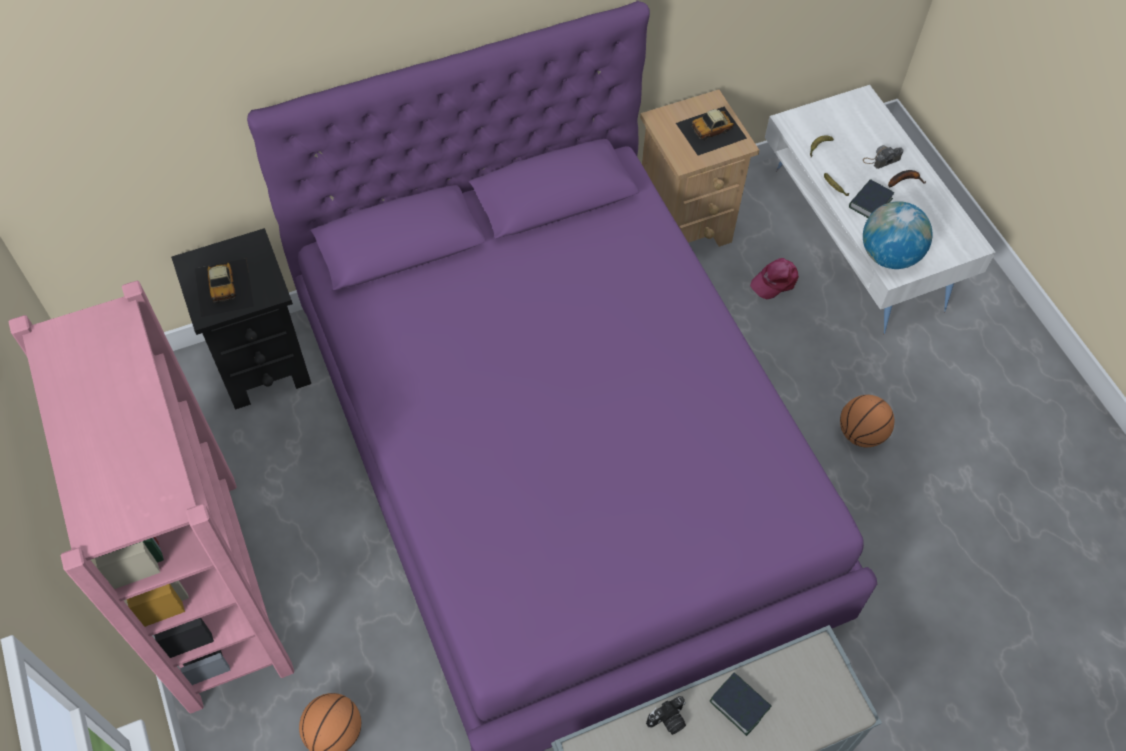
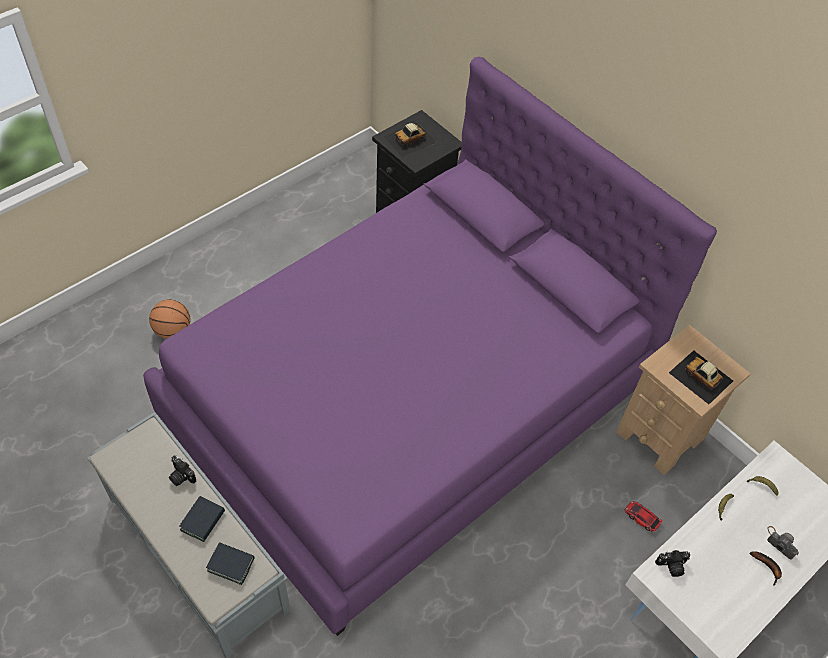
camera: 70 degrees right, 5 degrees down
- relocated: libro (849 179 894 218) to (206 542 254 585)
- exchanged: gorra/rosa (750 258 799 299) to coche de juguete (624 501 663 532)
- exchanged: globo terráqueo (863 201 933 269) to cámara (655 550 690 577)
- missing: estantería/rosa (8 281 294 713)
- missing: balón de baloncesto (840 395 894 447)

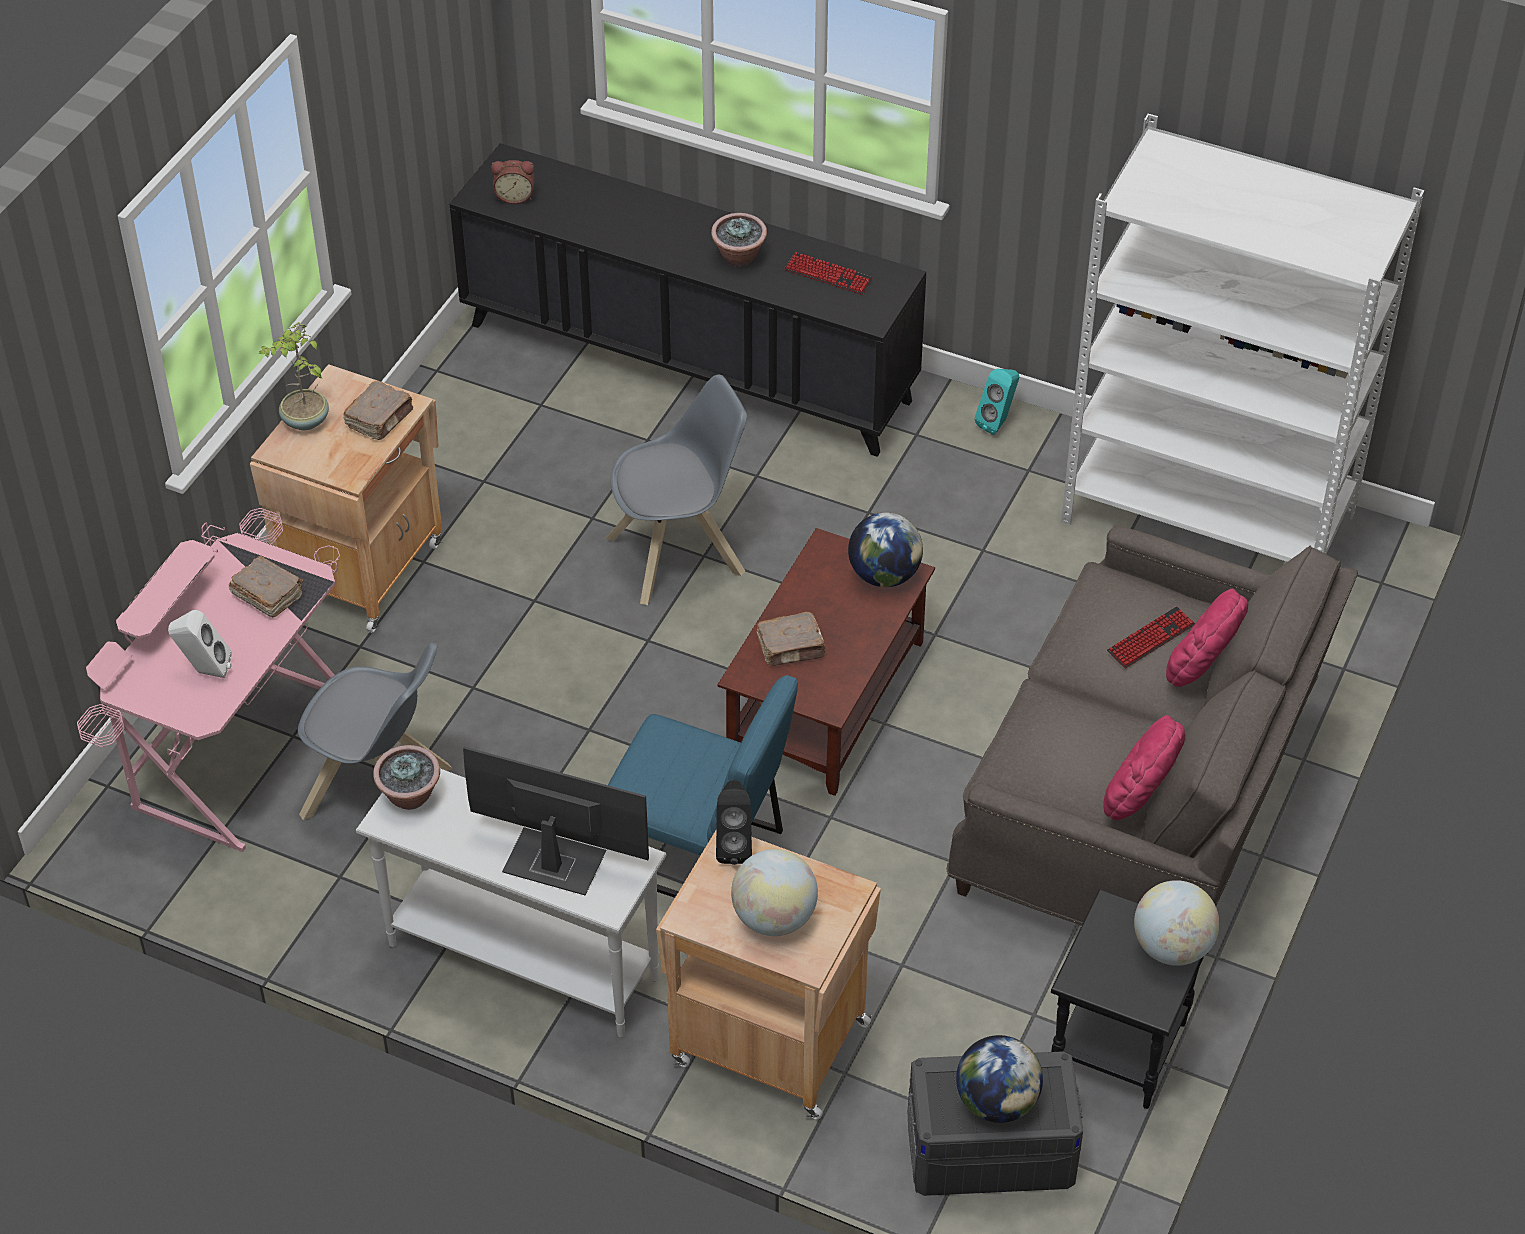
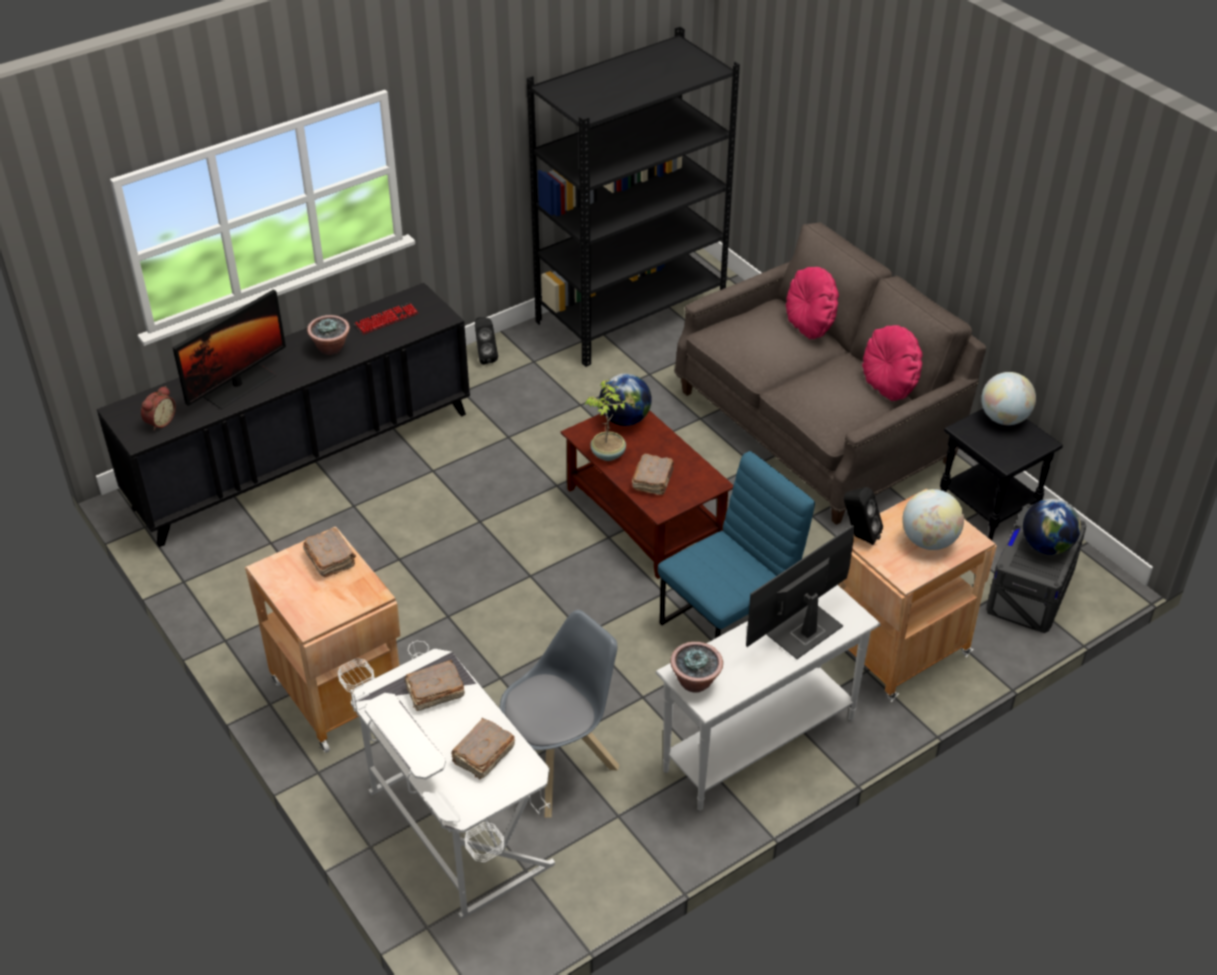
camera: 60 degrees left, 5 degrees down
- appeared: monitor (173 290 286 409)
- colour: escritorio/rosa (77 508 340 852) to escritorio/blanco (338 641 555 920)
- exchanged: altavoz/blanco (168 610 232 678) to libro/marrón (452 718 515 779)
- colour: altavoz/turquesa (974 369 1019 435) to altavoz/negro (475 317 498 364)
- colour: estantería/blanco (1061 114 1424 562) to estantería/negro (527 26 740 367)
- relocated: planta en maceta (258 322 329 430) to (584 379 638 461)
- missing: silla/gris (605 375 747 605)
- missing: teclado (1107 606 1195 669)

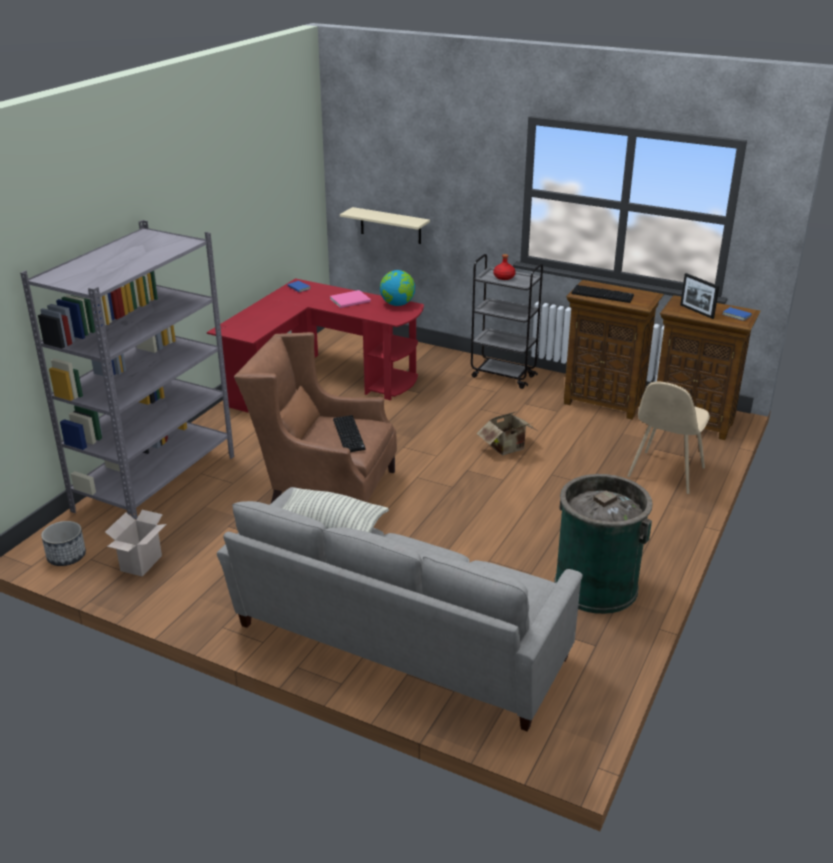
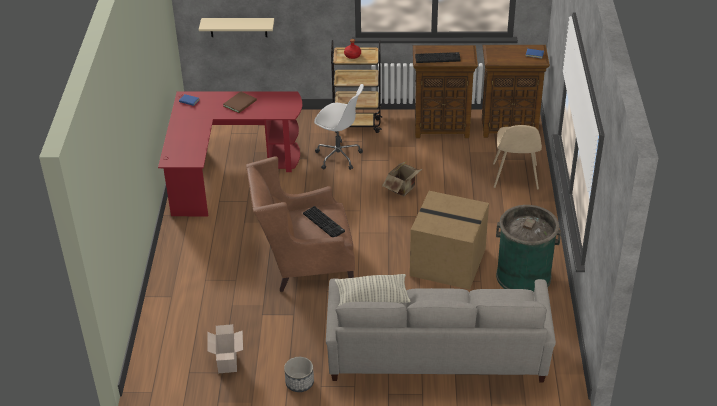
camera: 25 degrees left, 10 degrees up
- colour: libro/rosa (330 290 371 308) to libro/marrón (224 91 257 113)
- relocated: maceta (41 521 86 566) to (284 357 314 392)
- appeared: silla de oficina/blanco (314 84 364 170)
- colour: carrito/gris (471 254 543 389) to carrito/marrón (331 40 382 133)
- appeared: caja de cartón (410 191 489 290)
- missing: estantería/gris (20 220 234 519)
- missing: globo terráqueo (380 270 415 306)
- missing: portarretratos (680 273 719 319)

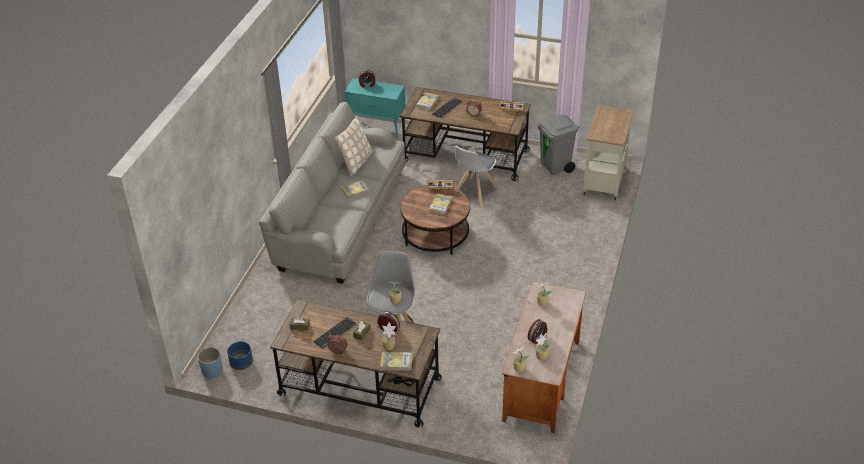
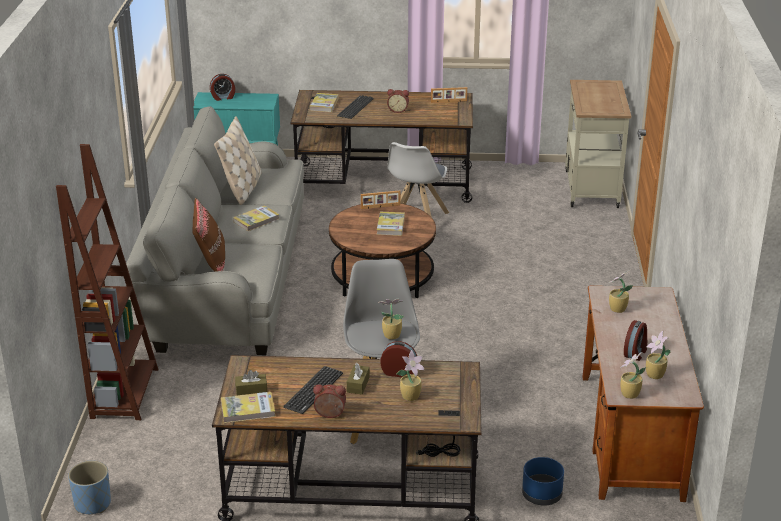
camera: 15 degrees left, 10 degrees down
- appeared: estantería/marrón (56 144 159 420)
- appeared: cojín/marrón (192 198 225 272)
- relocated: libro (380 352 412 370) to (221 392 276 423)
- relocated: maceta/azul (227 341 253 370) to (522 457 564 505)
- missing: papelera/gris (538 115 579 175)

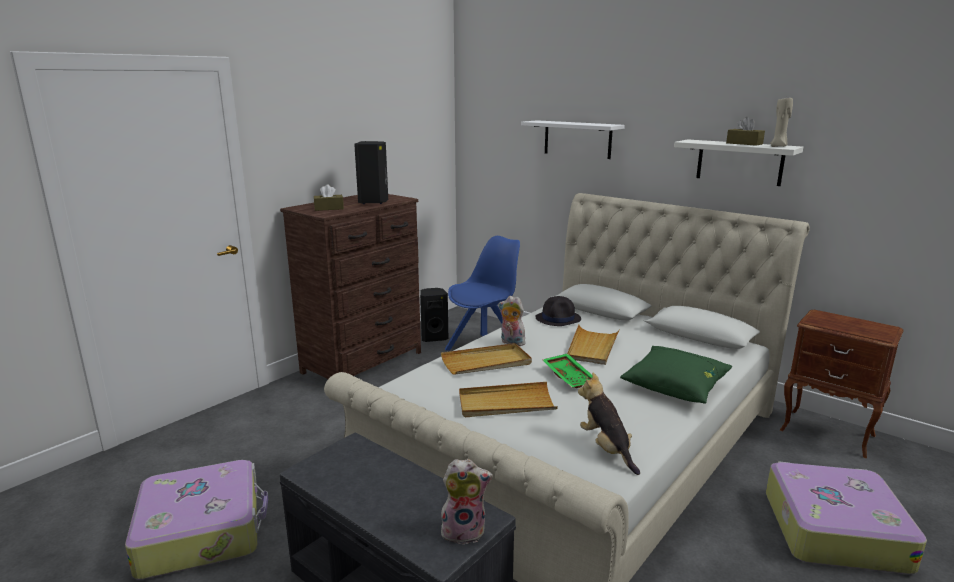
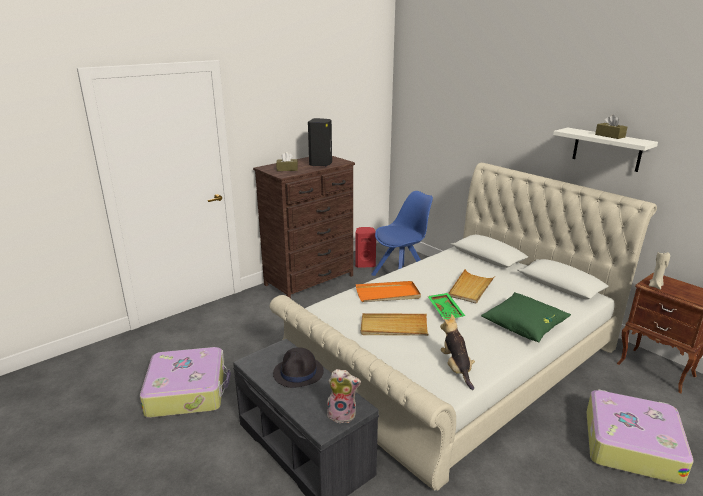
camera: 10 degrees right, 5 degrees up
- relocated: sombrero/negro (535 296 581 326) to (273 347 324 388)
- colour: altavoz/negro (420 288 448 342) to altavoz/rojo (355 227 376 268)
- colour: bandeja/beis (441 343 532 375) to bandeja/naranja (356 281 421 302)
- relocated: vela/beis (770 98 793 147) to (649 252 670 290)
- missing: peluche (498 296 525 346)
- missing: estante/blanco (521 120 625 159)

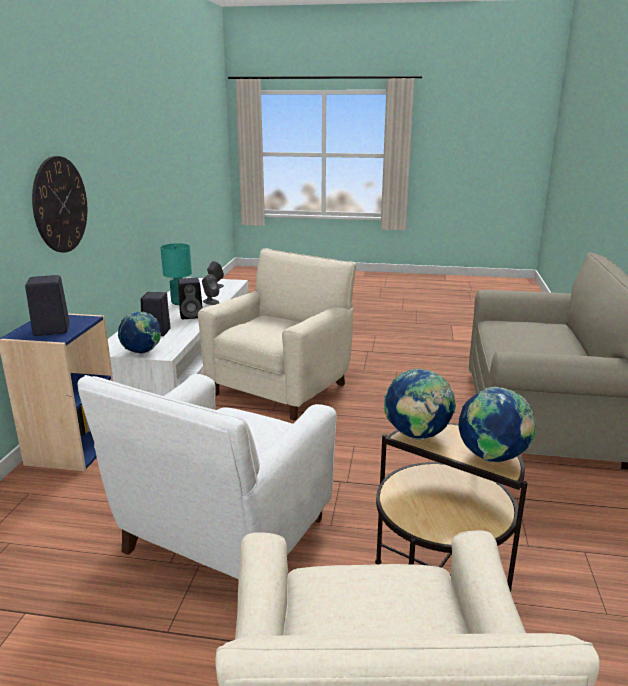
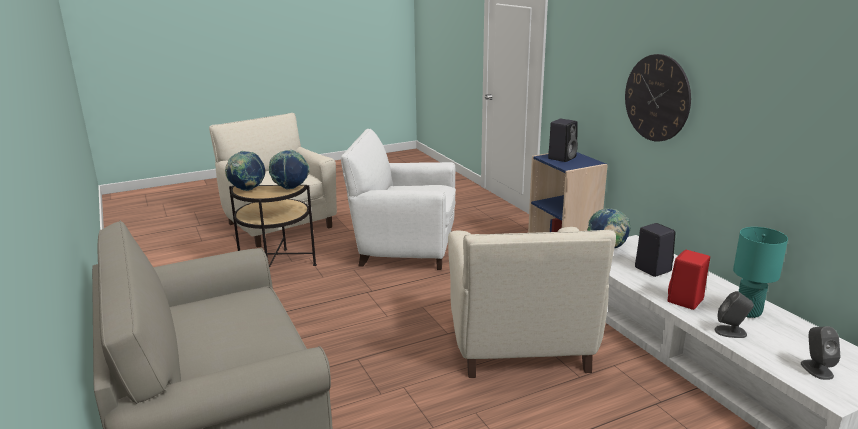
camera: 145 degrees right, 0 degrees up
- spun: sillón/blanco (78 374 337 580) = (341 129 456 270) 75 degrees counterclockwise
- colour: altavoz/negro (178 278 203 319) to altavoz/rojo (668 250 710 310)

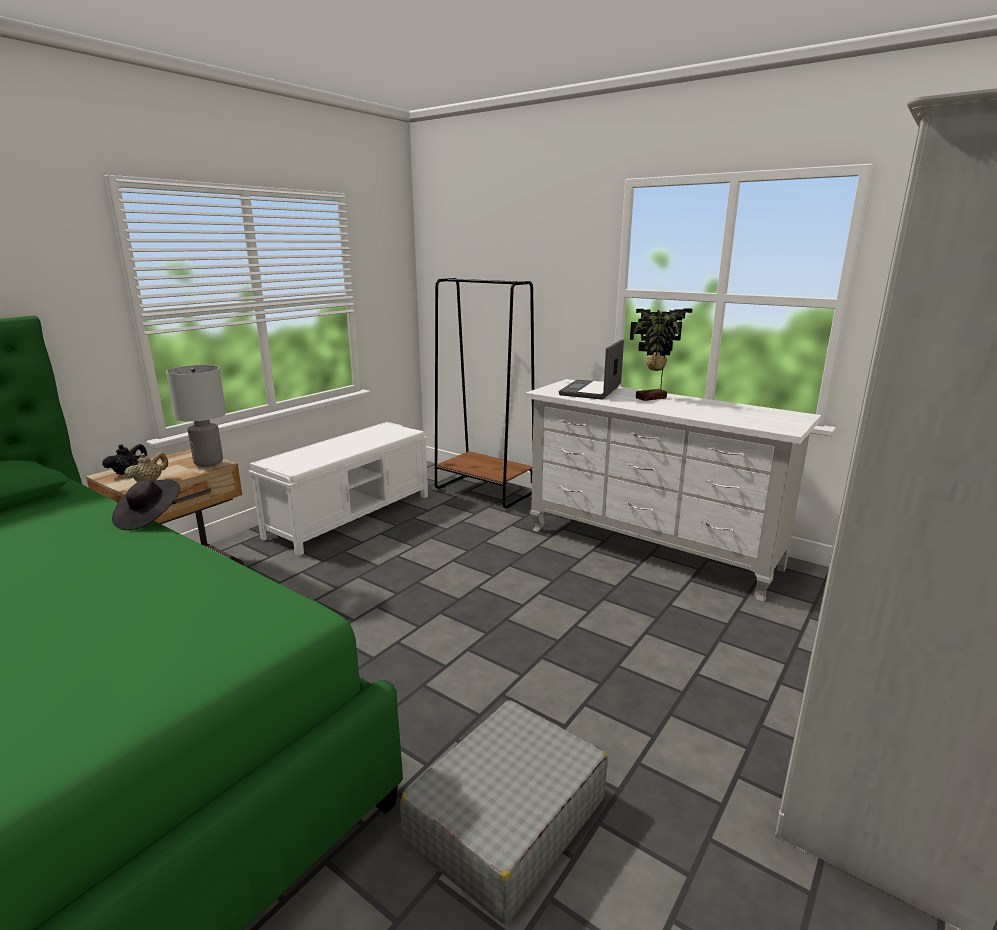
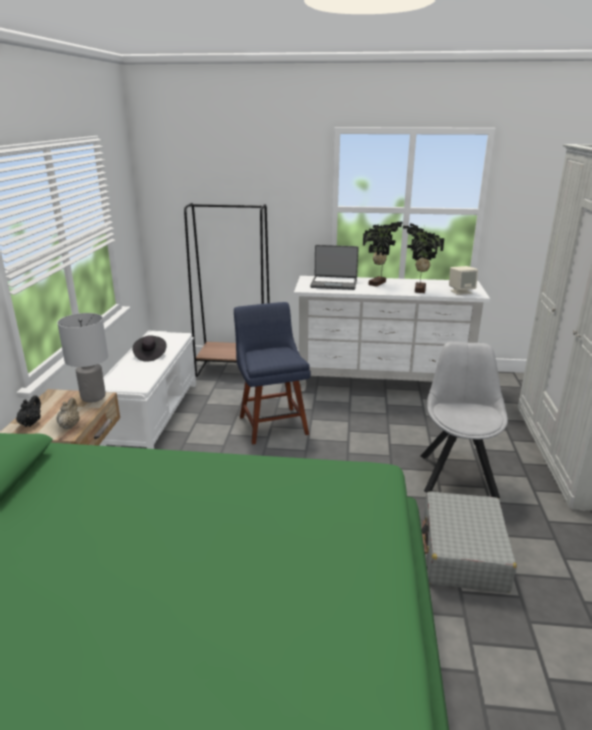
camera: 30 degrees left, 5 degrees up
- relocated: sombrero/negro (112 480 180 530) to (133 335 167 362)
- appeared: silla/azul (234 302 311 444)
- spun: portátil (559 339 624 400) = (310 245 359 290) 75 degrees counterclockwise
- appeared: planta en maceta (403 223 444 293)
- appeared: silla/gris (421 342 508 498)
- appeared: altavoz/beis (449 266 478 295)

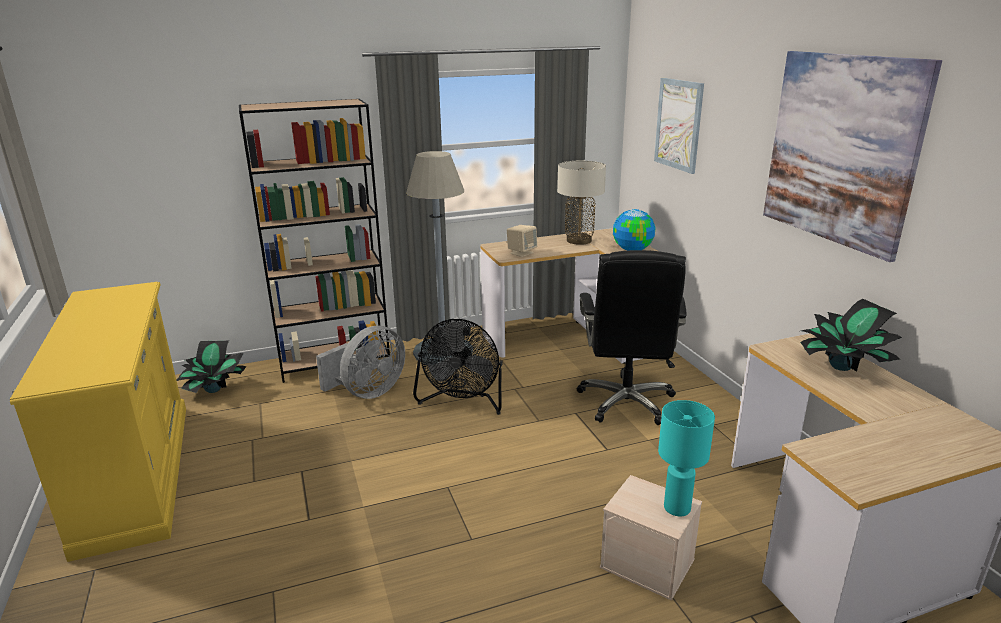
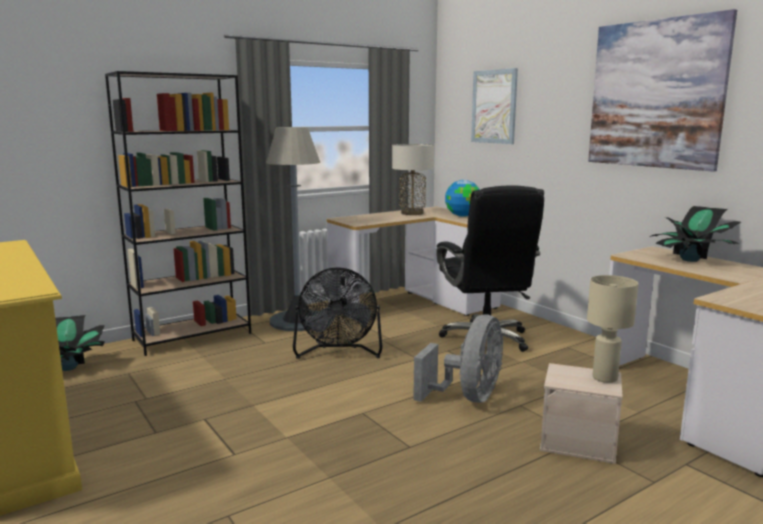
camera: 15 degrees left, 10 degrees down
- relocated: ventilador/gris (316 325 405 399) to (413 315 503 403)
- colour: lámpara de mesa/turquesa (658 400 715 516) to lámpara de mesa/beis (587 275 638 383)
- missing: altavoz/beis (507 225 537 257)

